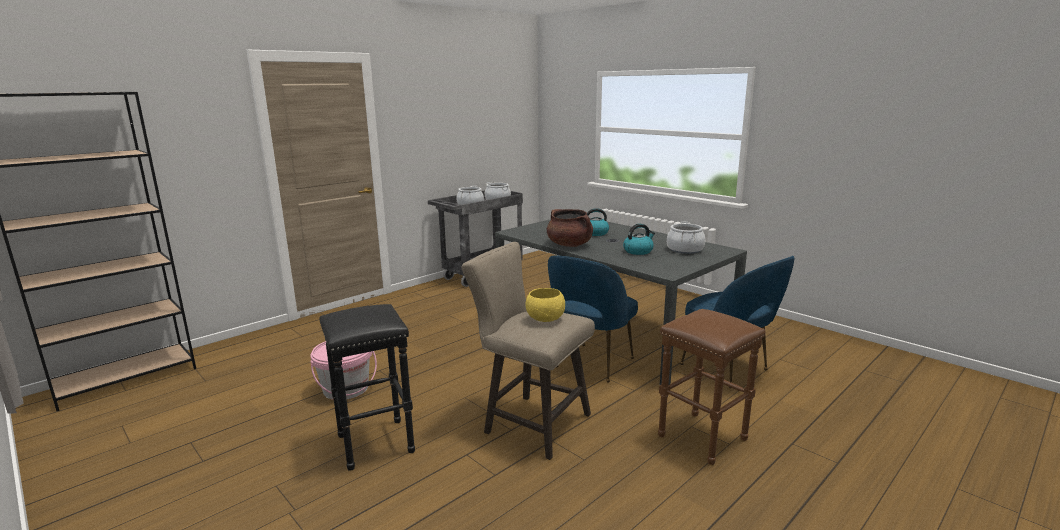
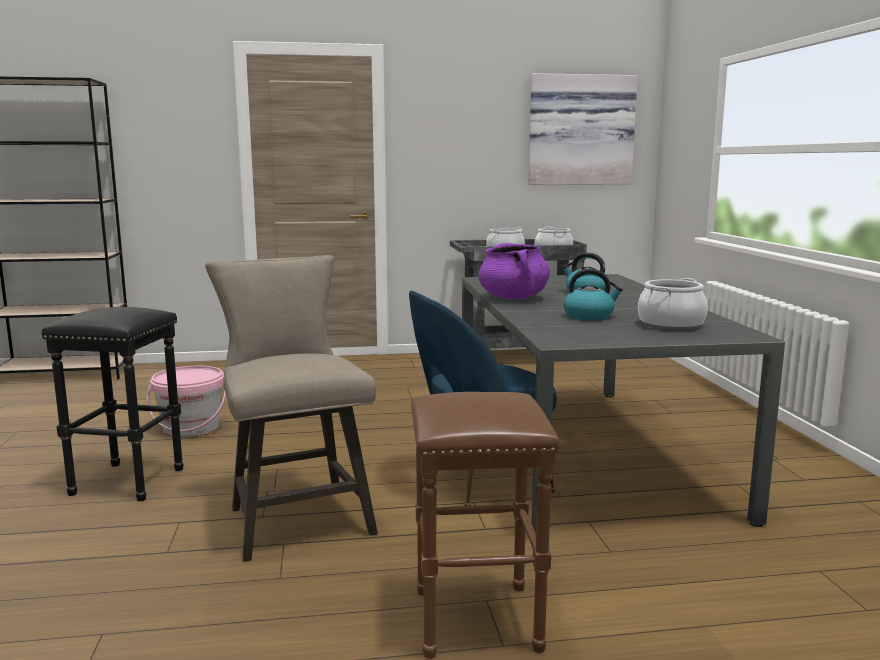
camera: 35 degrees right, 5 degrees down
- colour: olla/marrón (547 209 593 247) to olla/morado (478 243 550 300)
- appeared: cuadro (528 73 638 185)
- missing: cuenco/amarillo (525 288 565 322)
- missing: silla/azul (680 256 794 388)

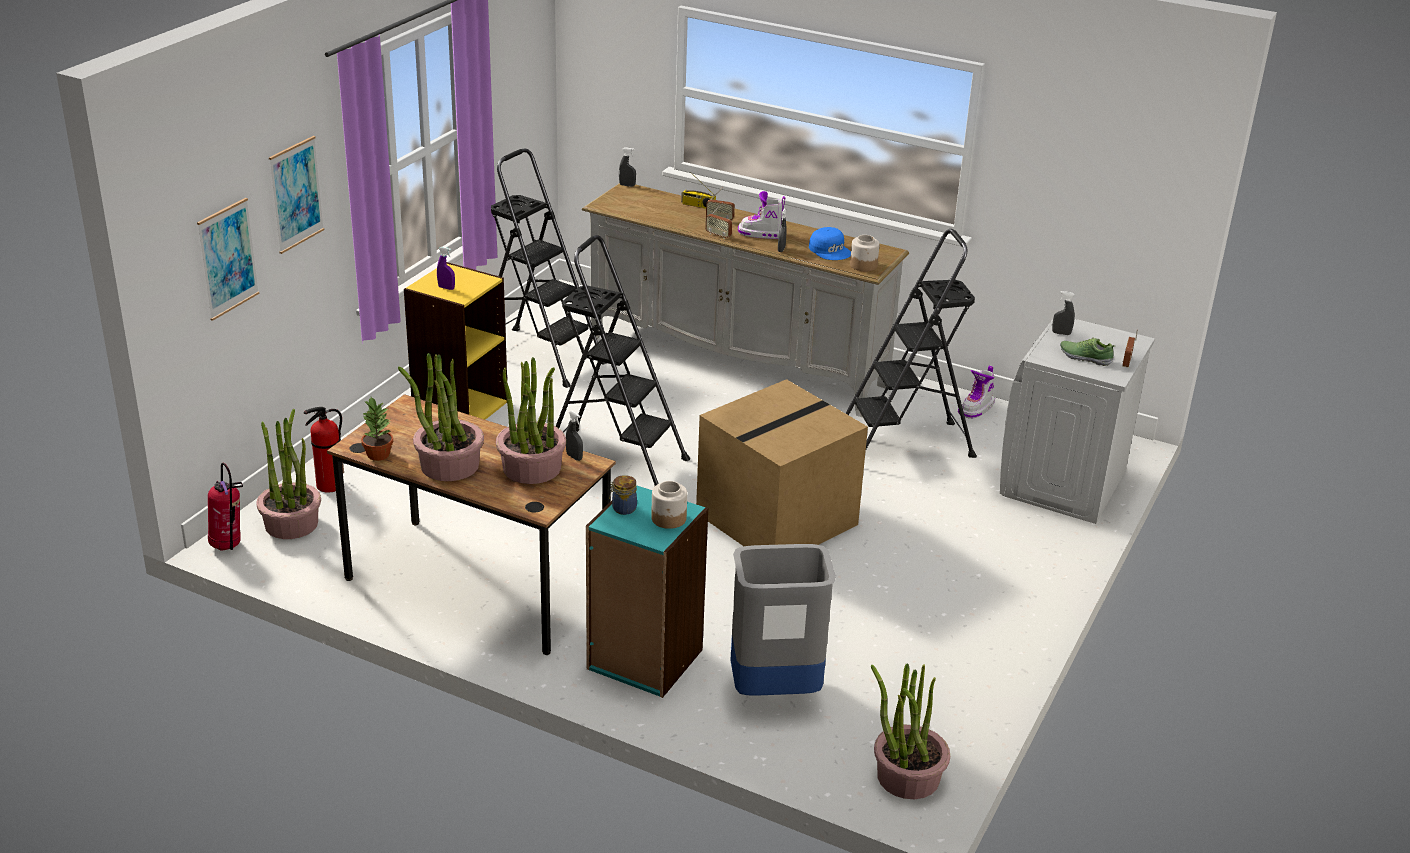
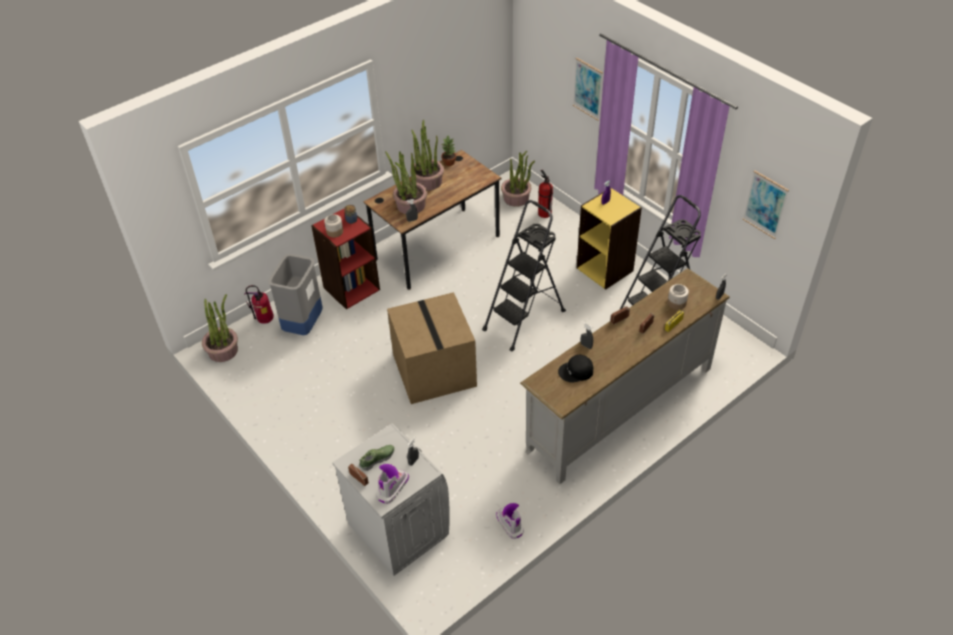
camera: 115 degrees right, 15 degrees up
- relocated: extintor (208 463 243 550) to (244 285 274 324)
- colour: estantería/turquesa (586 485 708 698) to estantería/rojo (311 209 380 310)
- relocated: bota (738 191 785 239) to (376 464 409 504)
- colour: gorra/azul (809 227 851 260) to gorra/negro (558 355 593 382)
- relocated: tarro (850 235 880 271) to (667 284 689 310)
- relocated: cuadro (197 198 259 321) to (743 170 789 239)
- missing: escalera de tijera (845 229 977 458)

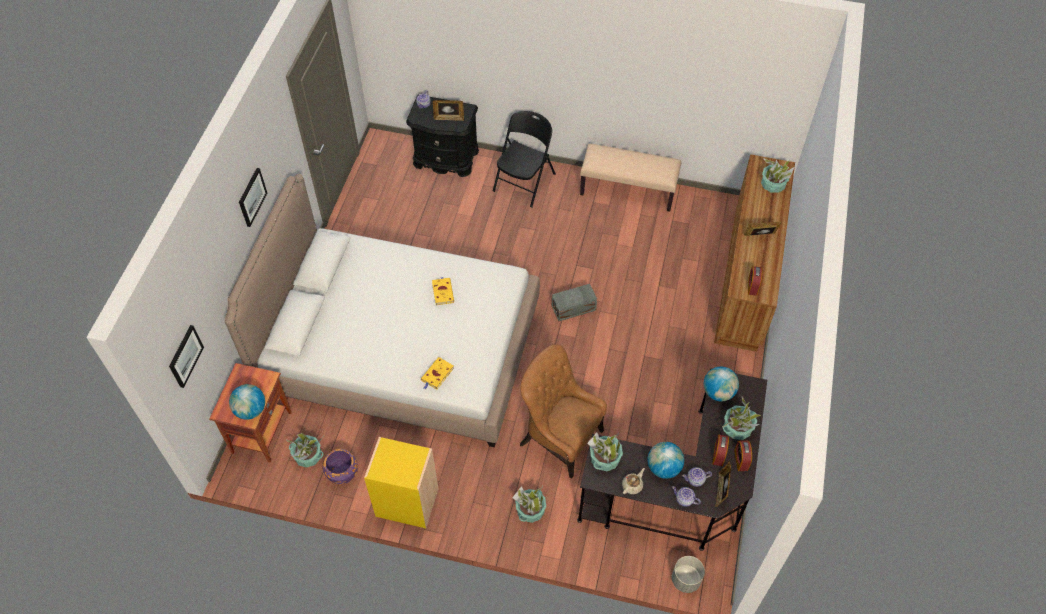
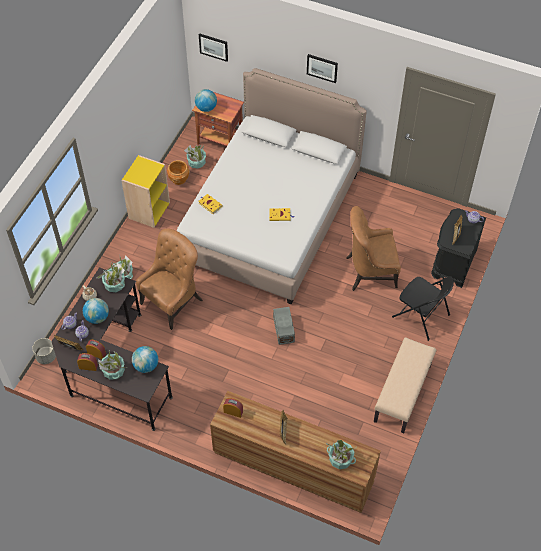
camera: 100 degrees right, 0 degrees up
- colour: maceta/morado (323 449 358 484) to maceta/marrón (167 160 190 185)
- appeared: silla/marrón (346 206 401 291)

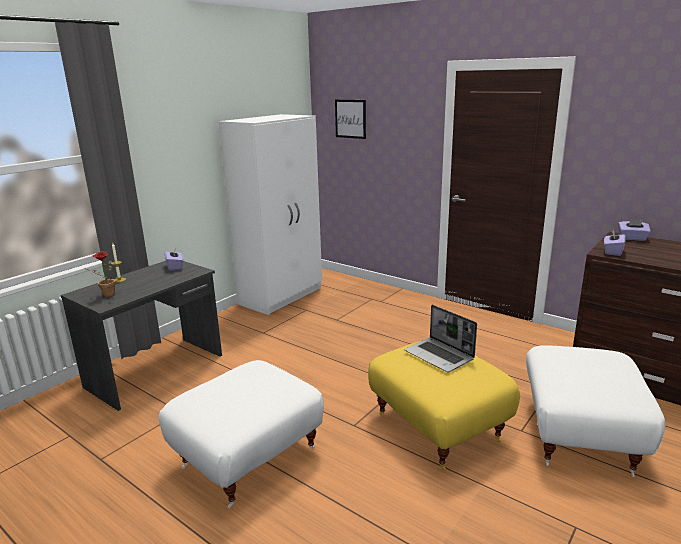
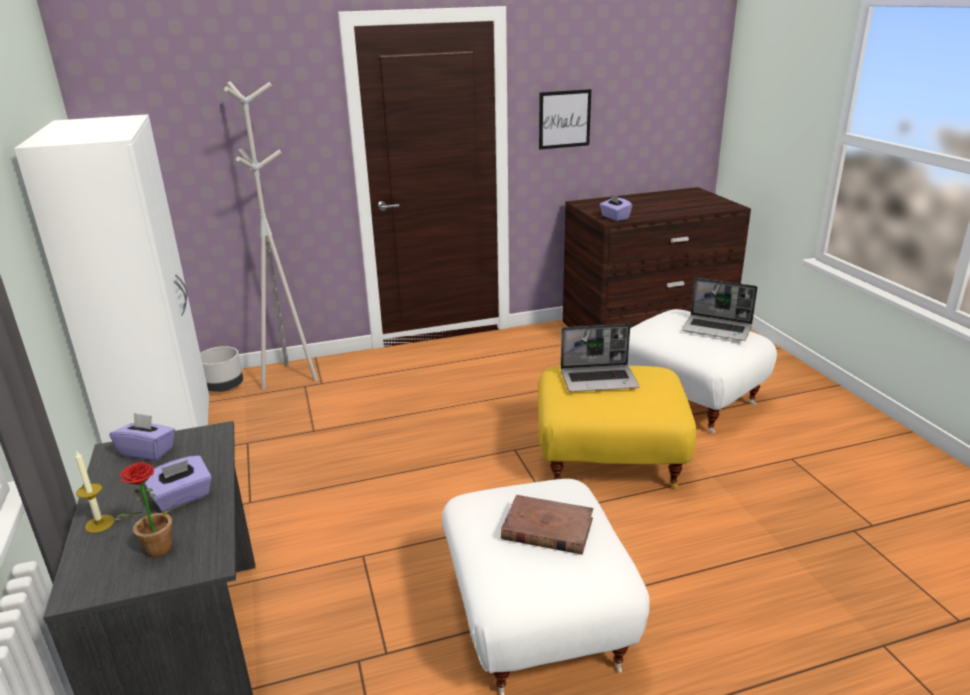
camera: 55 degrees left, 5 degrees up
- relocated: caja de pañuelos/morado (618 219 651 241) to (144 455 212 512)
- appeared: maceta/gris (200 346 243 392)
- appeared: perchero/gris (224 81 318 389)
- appeared: libro/marrón (501 495 593 555)
- relocated: cuadro (335 100 366 139) to (539 89 591 149)
- appeared: portátil (682 278 758 341)

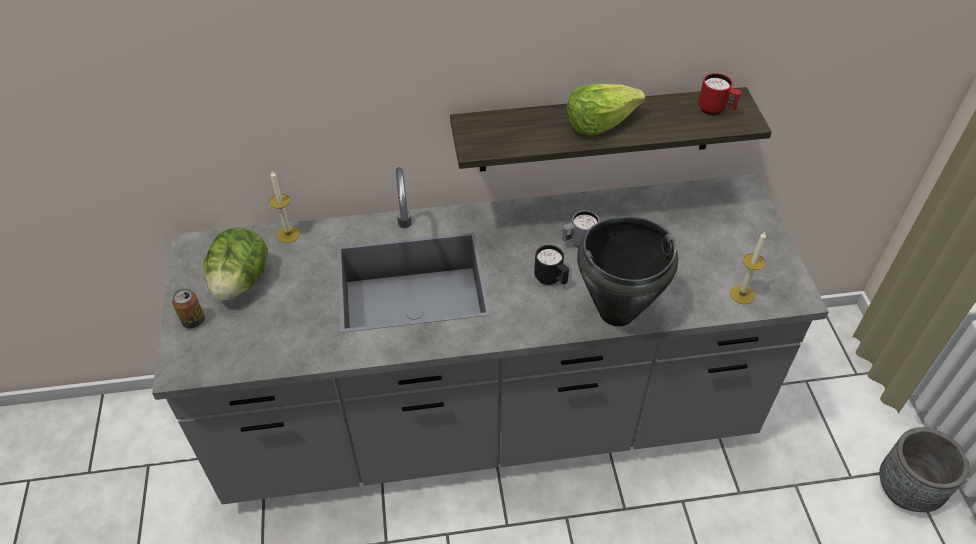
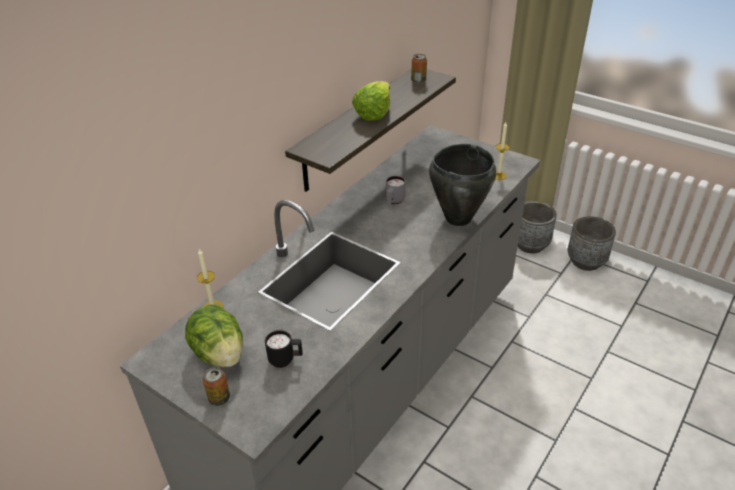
camera: 45 degrees left, 10 degrees down
- relocated: taza grande/negro (534 245 569 285) to (265 330 303 368)
- exchanged: taza grande/rojo (698 73 741 115) to lata (411 54 427 83)
- appeared: maceta/gris (518 201 557 254)

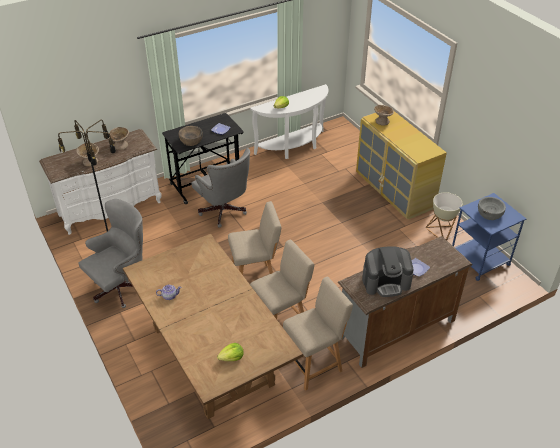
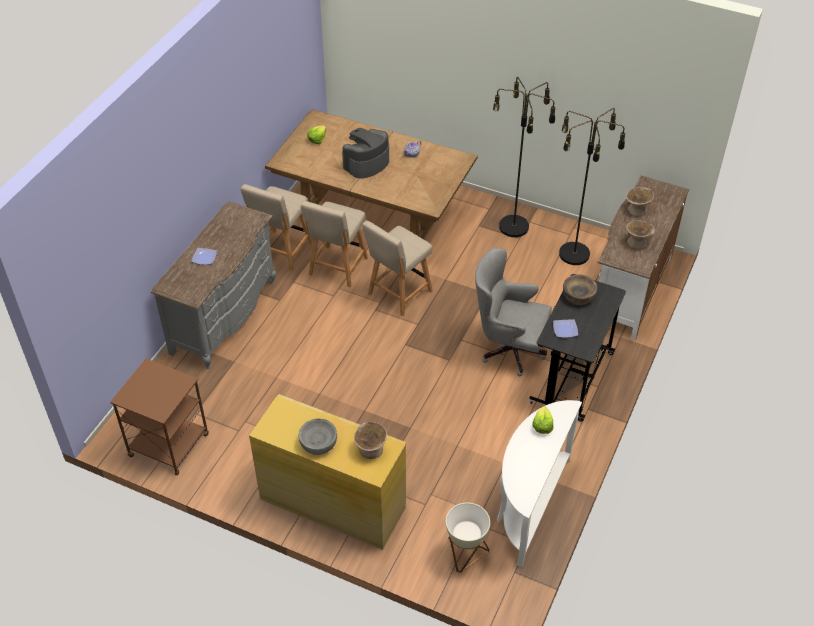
camera: 145 degrees right, 5 degrees up
- colour: carrito/azul (452 193 526 281) to carrito/marrón (110 359 209 475)
- relocated: cuenco/gris (478 197 506 220) to (298 419 337 455)
- relocated: cafetera (362 246 414 297) to (342 128 389 178)
- relocated: maceta (426 192 463 240) to (445 503 490 573)
- exchanged: silla de oficina/gris (79 199 143 308) to lámpara de pie (493 77 555 237)

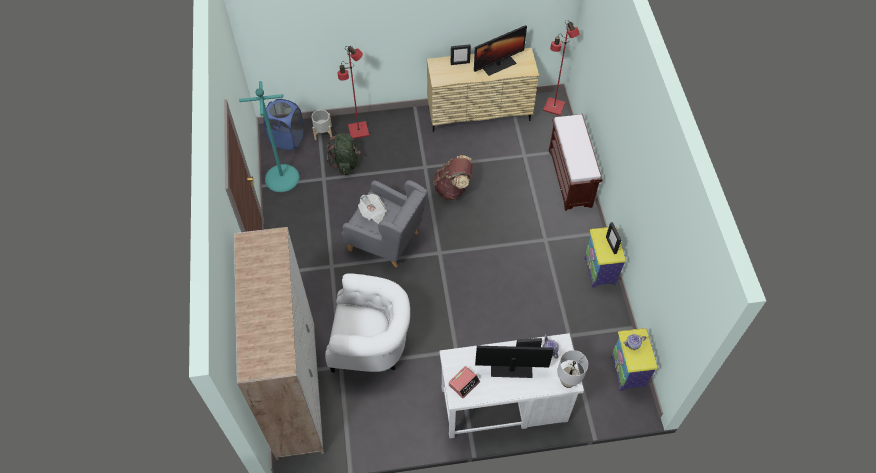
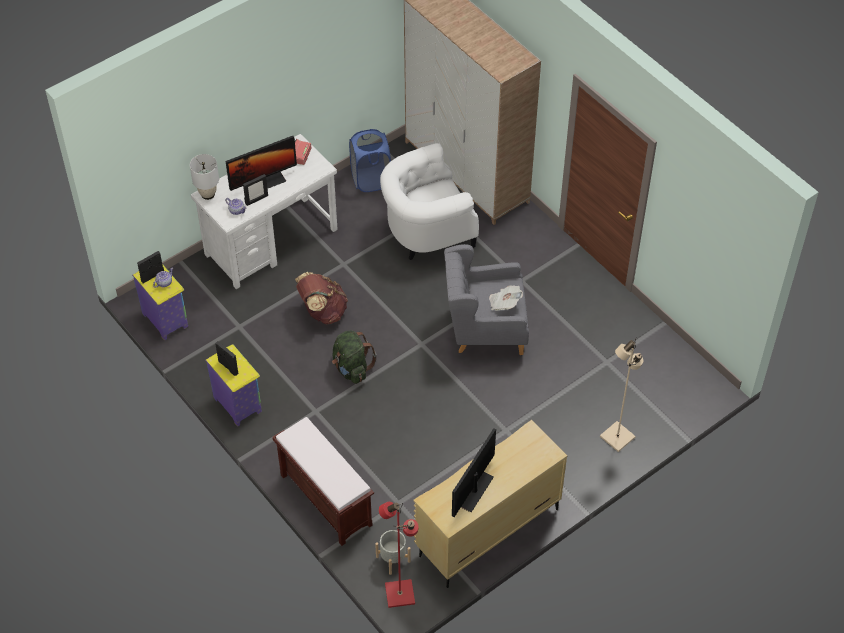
camera: 150 degrees right, 5 degrees down
- relocated: portarretratos (450 44 471 65) to (137 251 164 283)
- relocated: mochila/marrón (433 155 473 200) to (295 272 348 324)
- relocated: mochila/verde (327 133 361 175) to (332 330 377 384)
- relocated: cesto de la ropa/azul (263 99 304 150) to (349 129 391 192)
- relocated: maceta/gris (311 110 332 140) to (375 530 411 575)
- colour: lámpara de pie/rojo (338 46 369 139) to lámpara de pie/beis (600 337 643 452)
- missing: perchero/turquesa (239 81 300 192)

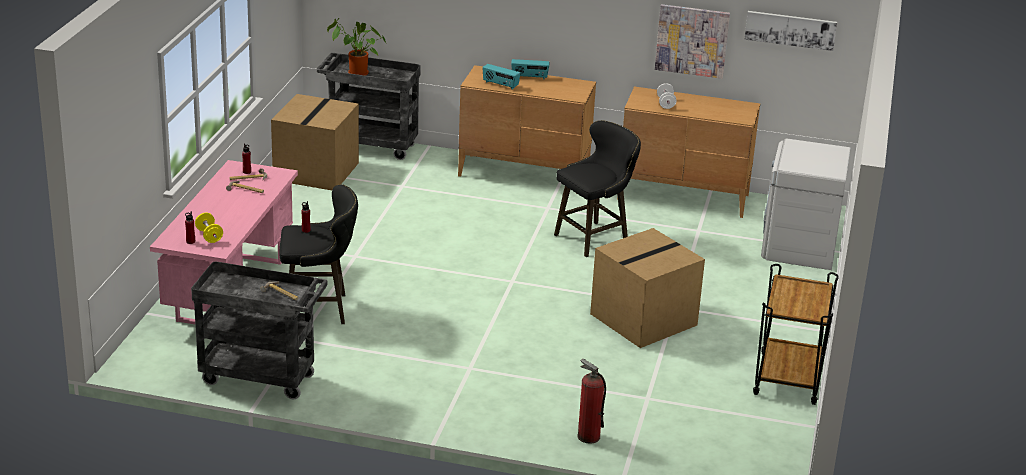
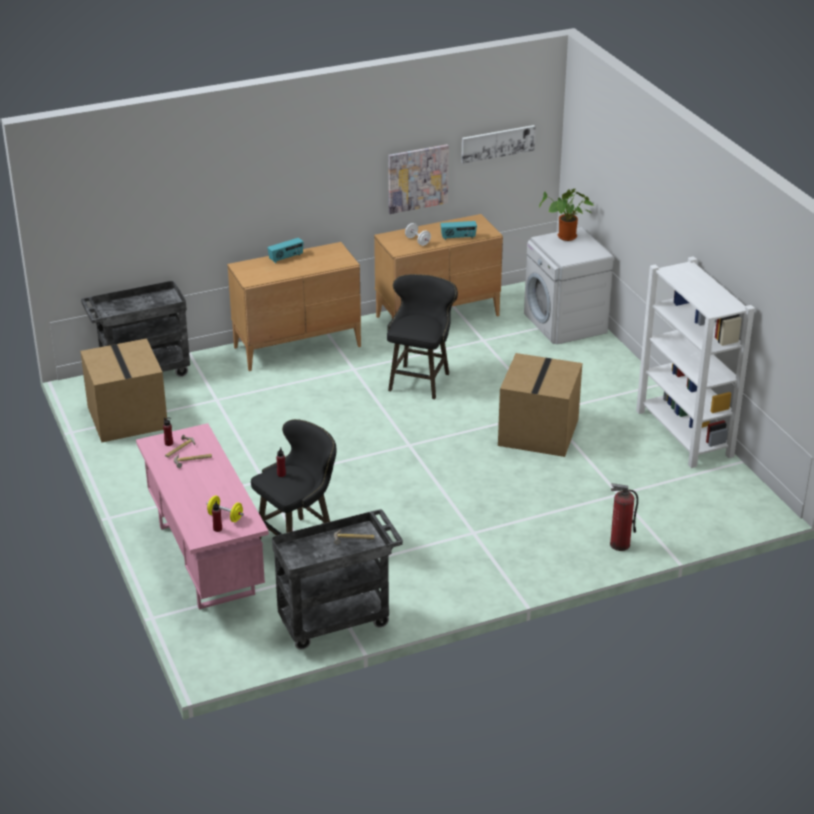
camera: 35 degrees left, 5 degrees up
- relocated: radio (482 64 520 90) to (440 221 477 240)
- relocated: planta en maceta (327 18 386 76) to (539 189 594 241)
- exchanged: carrito/marrón (753 264 839 405) to estantería/blanco (636 256 755 468)

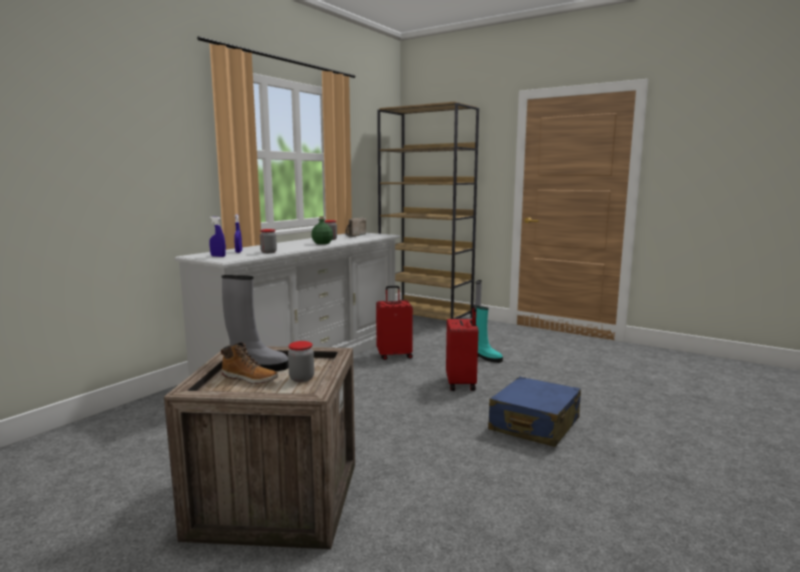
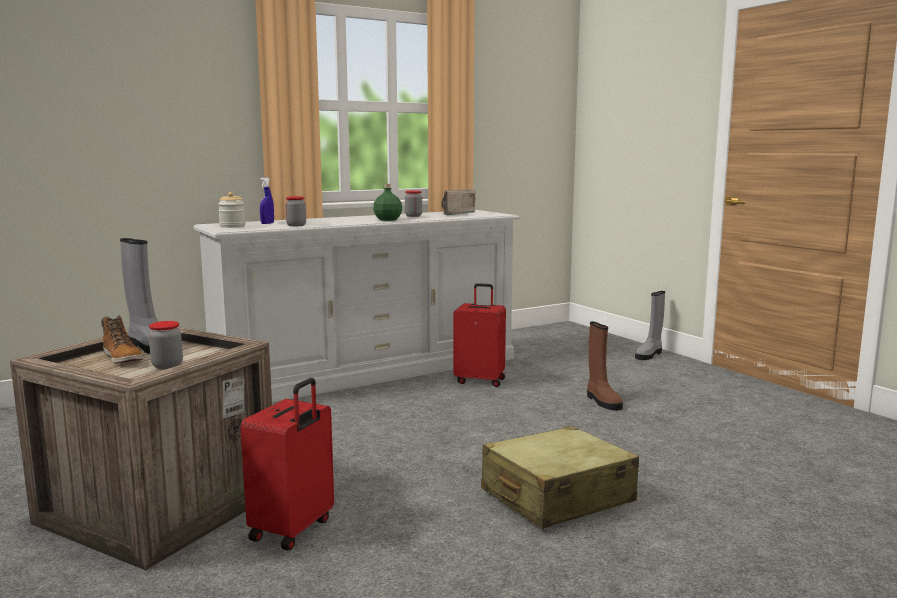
camera: 25 degrees right, 0 degrees up
- exchanged: pulverizador/azul (209 216 226 257) to tarro (218 192 245 228)
- relocated: maleta/rojo (446 304 478 391) to (240 378 334 551)
- colour: maleta/azul (488 377 581 447) to maleta/beis (481 426 639 529)
- colour: bota/turquesa (475 305 503 363) to bota/marrón (587 322 623 411)
- missing: estantería/marrón (377 101 479 320)

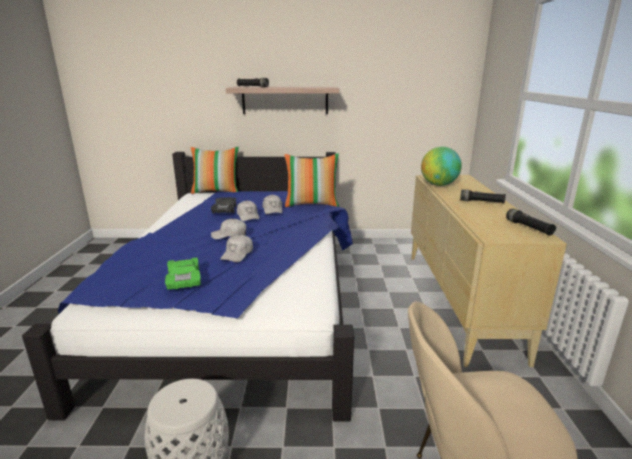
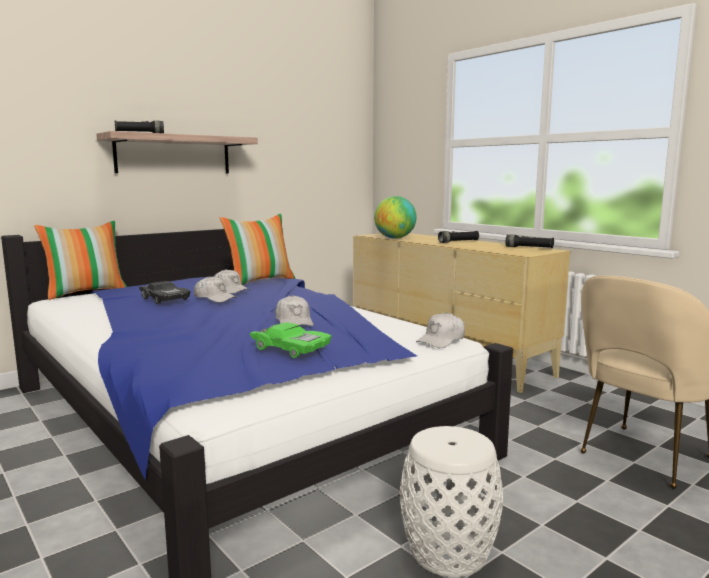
camera: 40 degrees left, 10 degrees down
- relocated: gorra/blanco (211 219 246 239) to (416 312 465 348)

